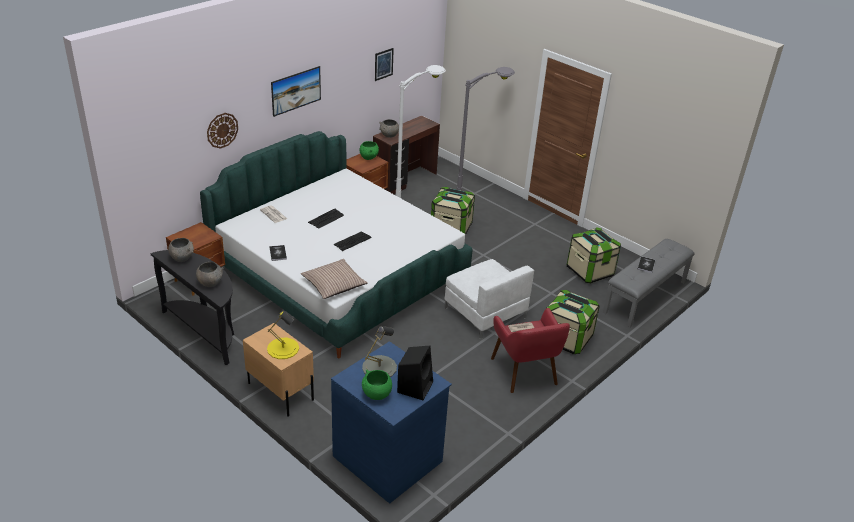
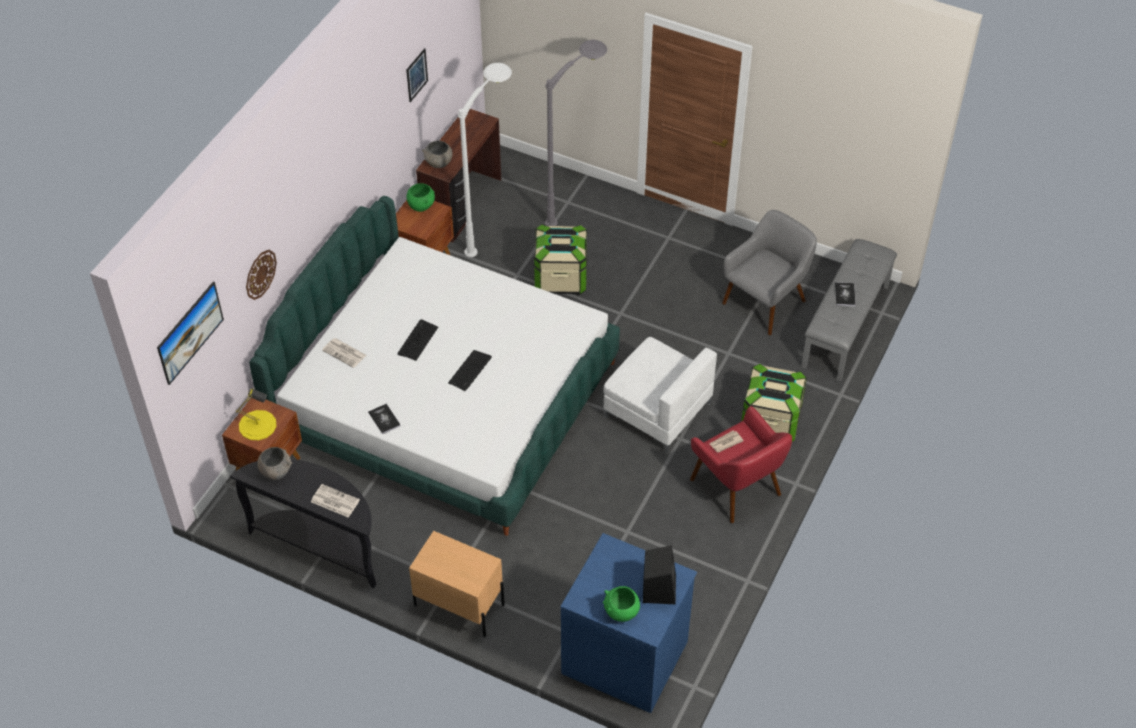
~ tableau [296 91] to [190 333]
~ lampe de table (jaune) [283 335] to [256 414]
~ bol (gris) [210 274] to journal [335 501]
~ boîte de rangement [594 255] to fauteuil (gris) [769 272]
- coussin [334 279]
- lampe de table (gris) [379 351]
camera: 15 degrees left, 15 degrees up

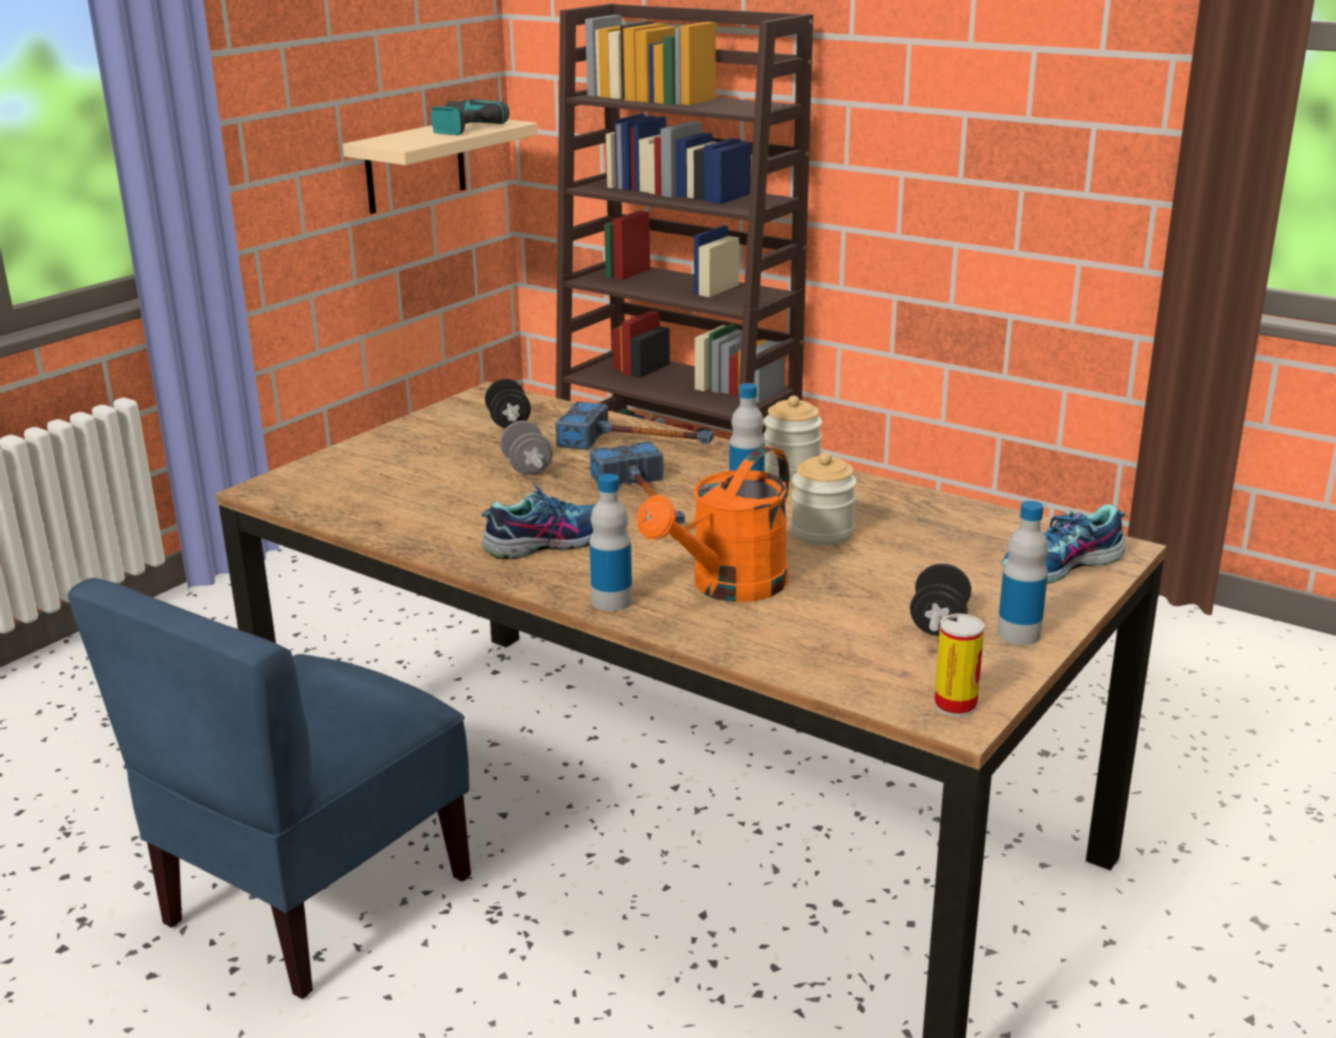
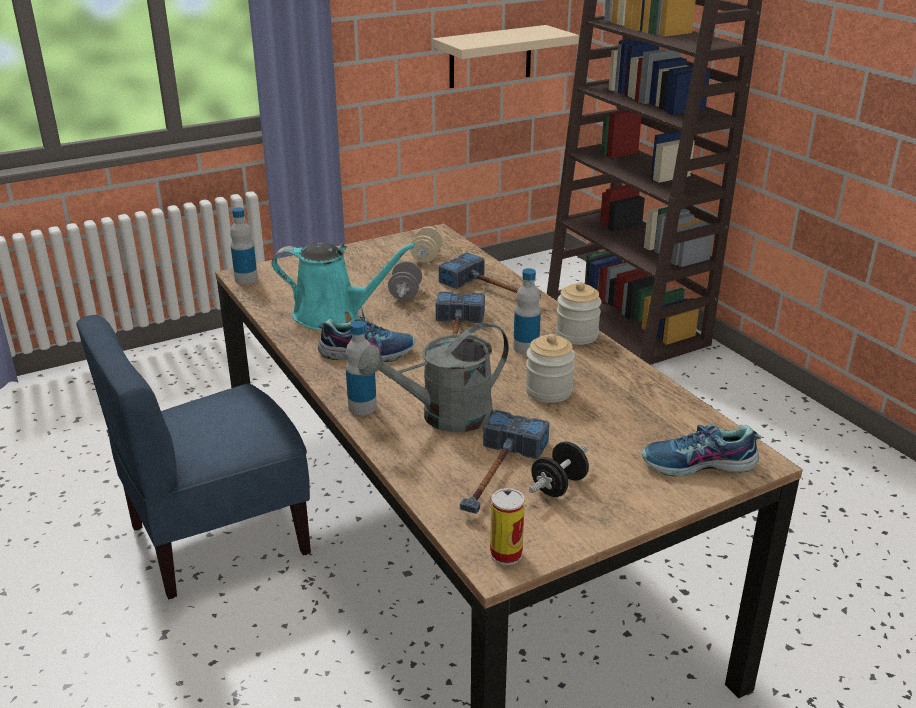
~ bouteille [1022 573] to [244 245]
+ arrosoir (turquoise) [344 286]
~ arrosoir (orange) [713 524] to arrosoir (gris) [433 377]
~ haltère (noir) [508 403] to haltère (beige) [426 245]
+ marteau [505 462]
- perceuse [470 117]
camera: 25 degrees right, 5 degrees up

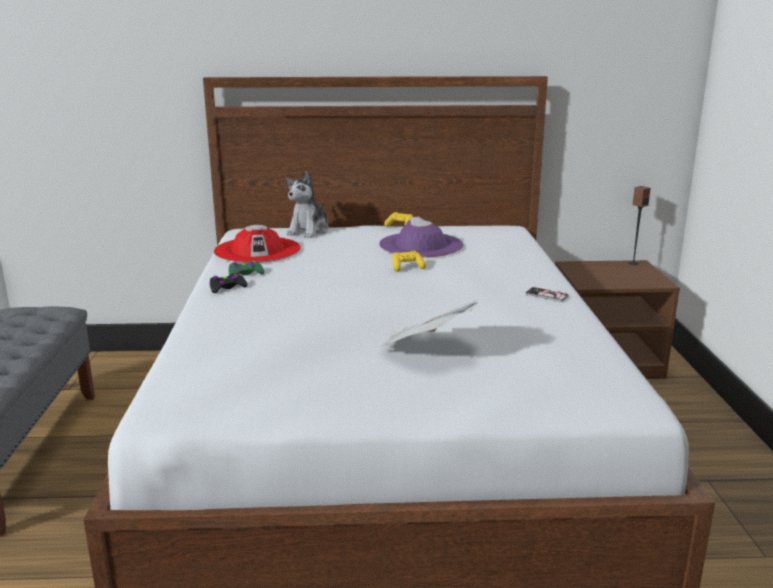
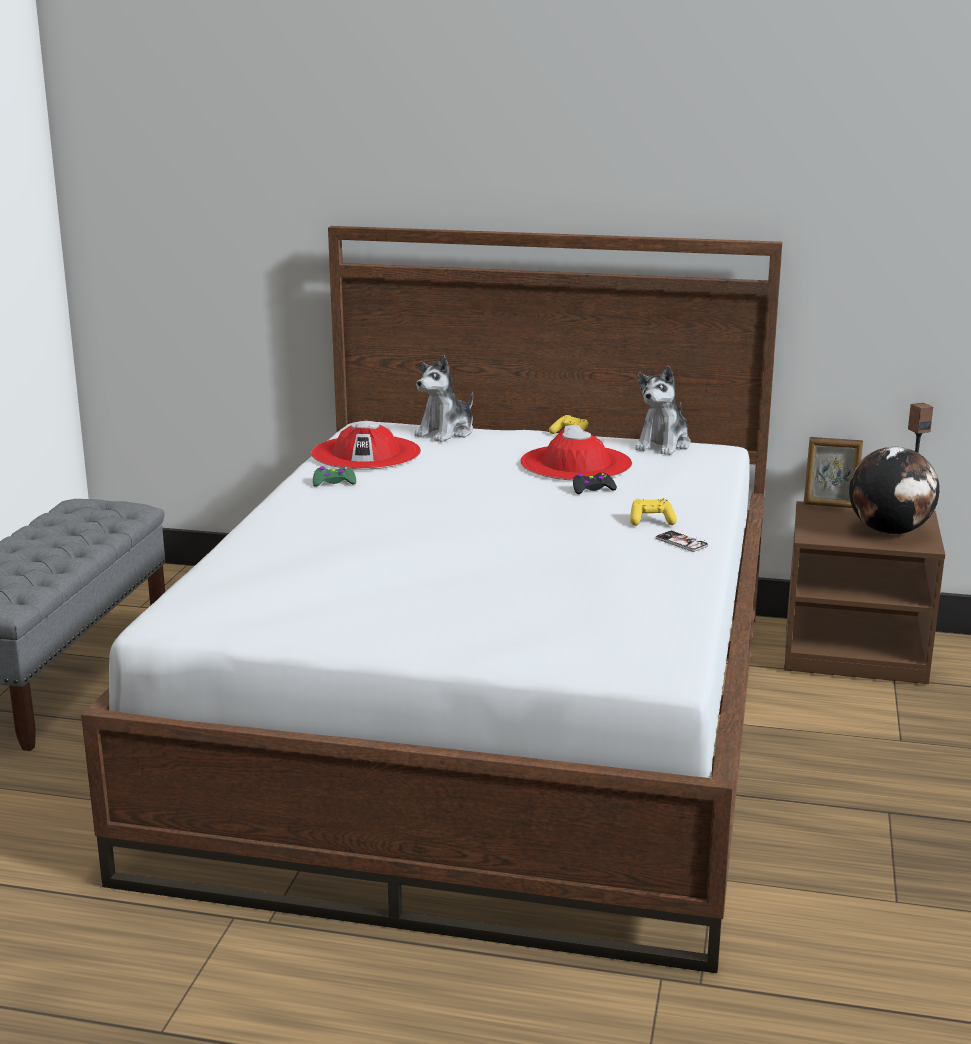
~ chapeau (violet) [421 236] to chapeau (rouge) [576 452]
~ manette (noir) [229 283] to [595 483]
~ manette (jaune) [409 261] to [653 512]
+ peluche [663 410]
+ cadre photo [833 472]
+ globe [894 491]
- journal [429 323]
camera: 15 degrees right, 0 degrees up

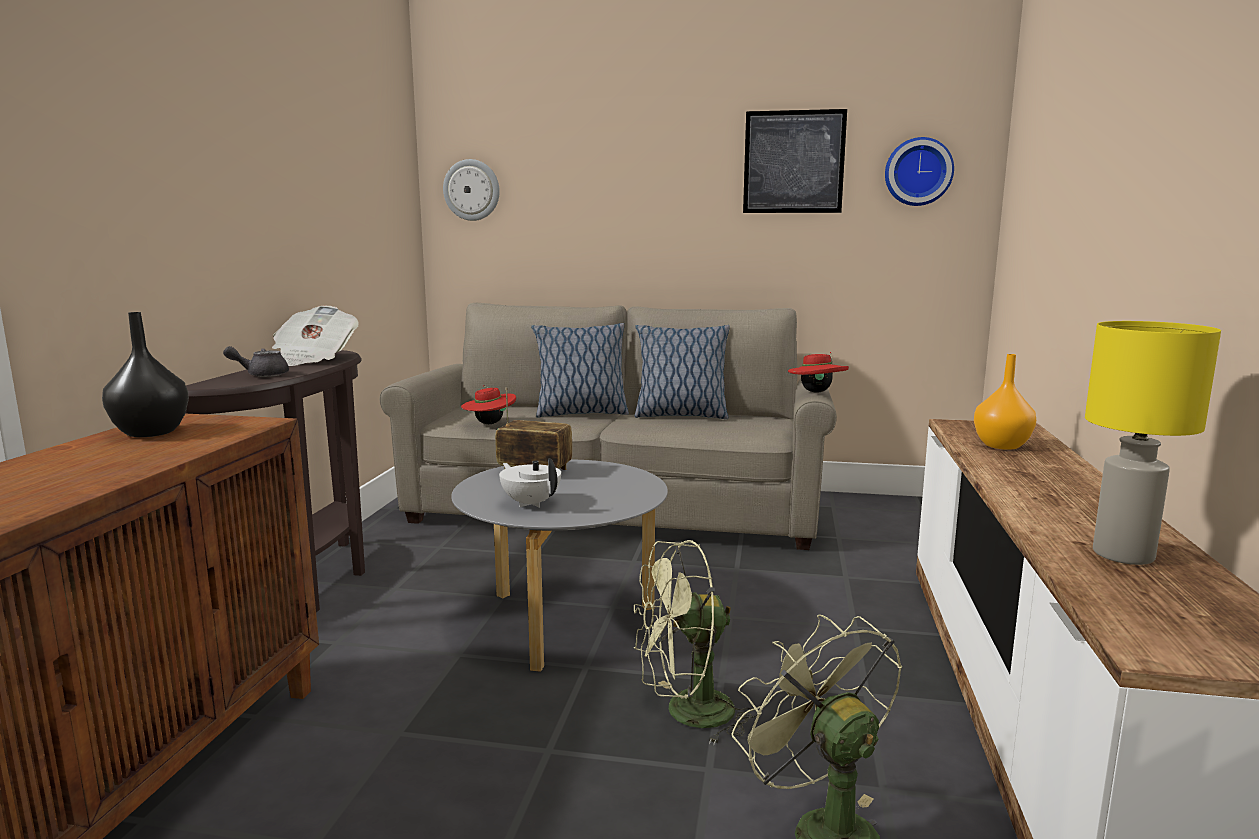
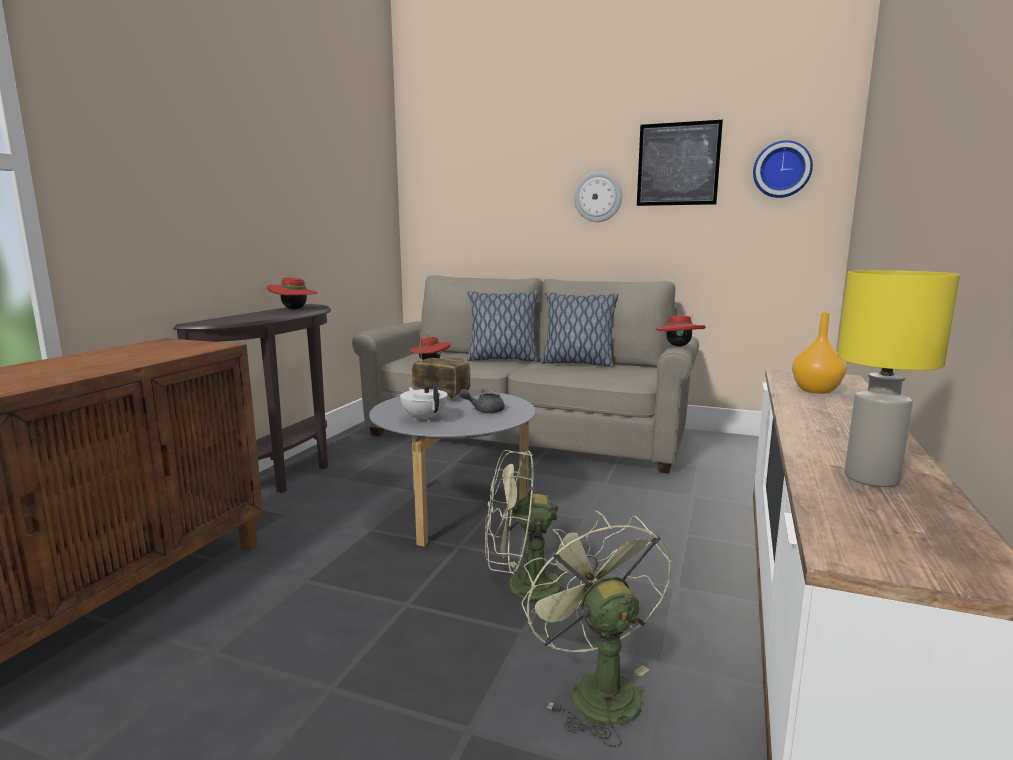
~ journal [315 336] to chapeau (rouge) [292 293]
~ théière (gris) [256 361] to [482 401]
~ horloge murale [471 190] to [598 196]
- vase (noir) [145 374]
camera: 10 degrees right, 0 degrees up

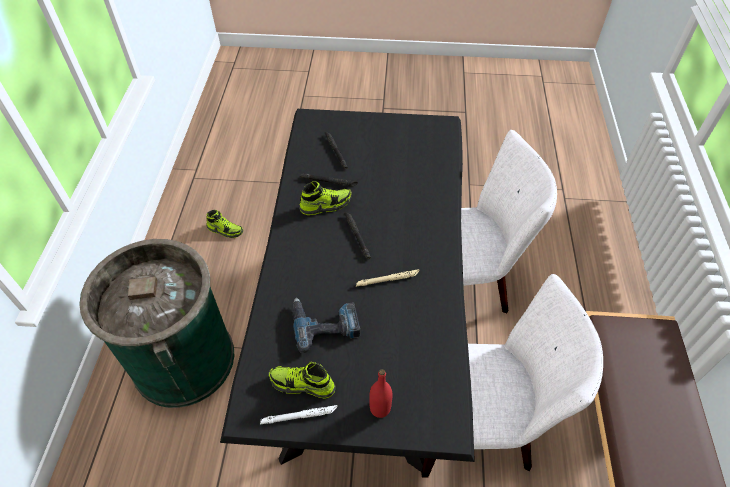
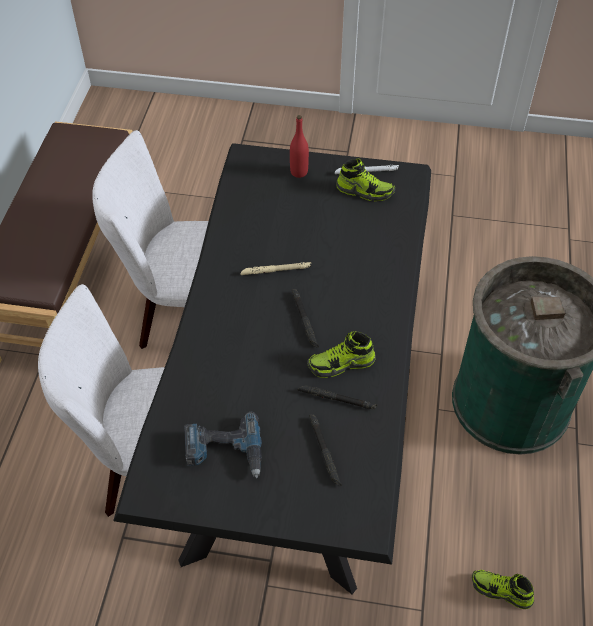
~ perceuse [326 325] to [223 445]
camera: 175 degrees left, 0 degrees up

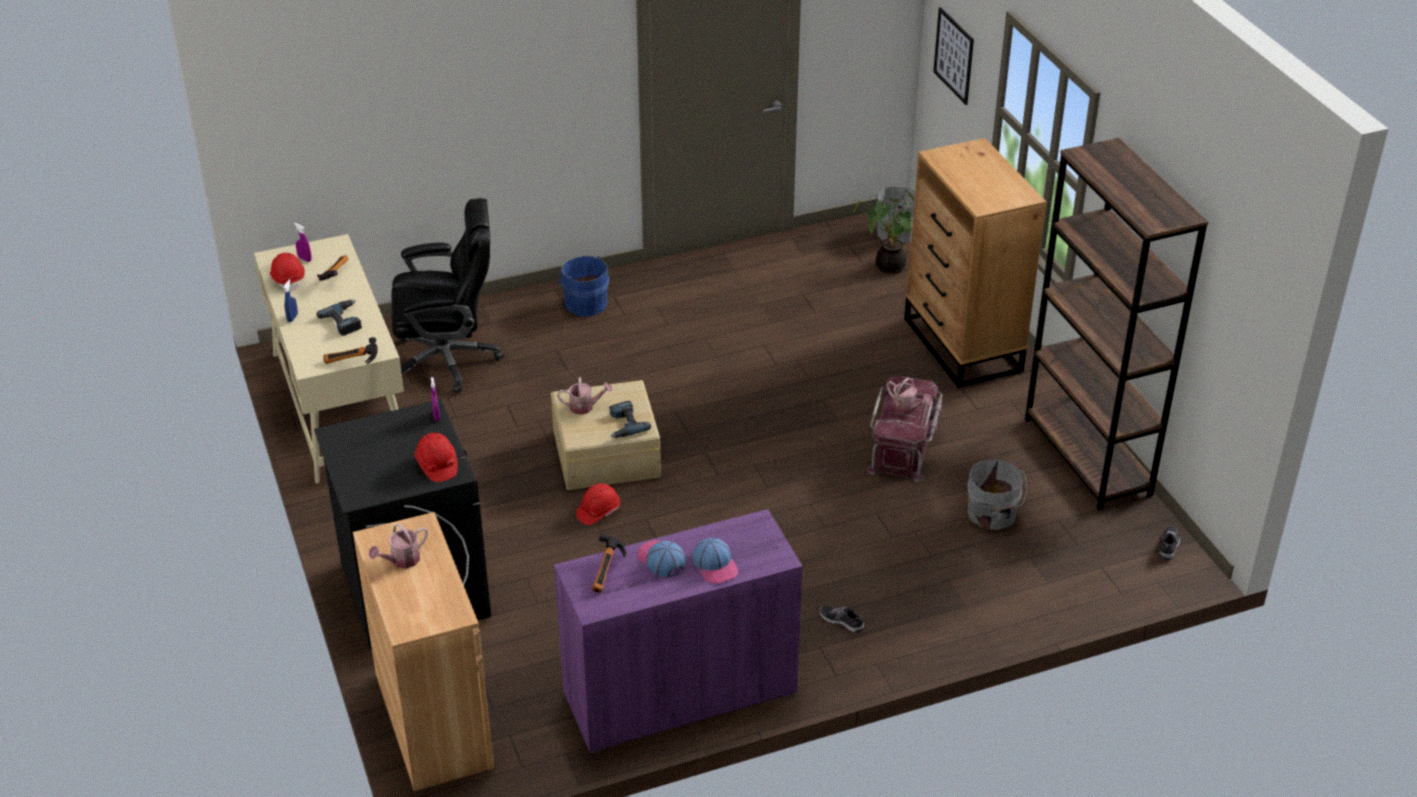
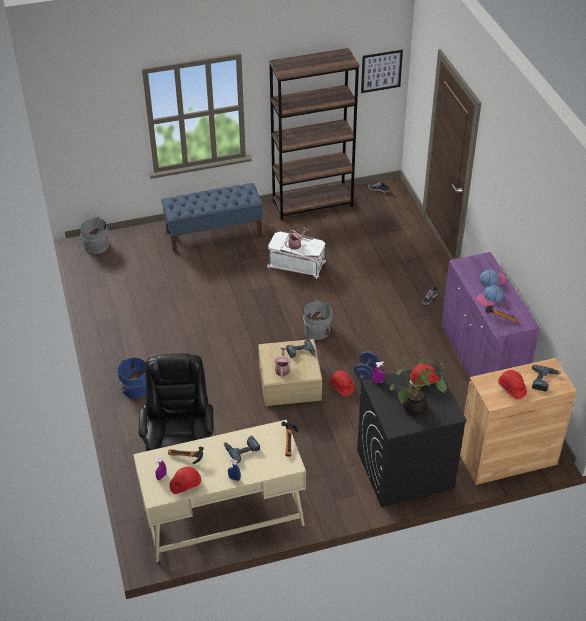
~ commode (marron) [975 263] to banc (bleu) [212 217]
~ boîte de rangement (rouge) [904 429] to boîte de rangement (blanc) [297 255]
~ seau (gris) [997 494] to [318 320]
+ haltère (bleu) [366 365]
~ tableau [953 56] to [382 71]
~ plante en pot [884 231] to [417 386]
~ arrosoir [398 546] to casque de chantier (rouge) [512 384]
+ perceuse [546 378]
camera: 85 degrees left, 5 degrees up

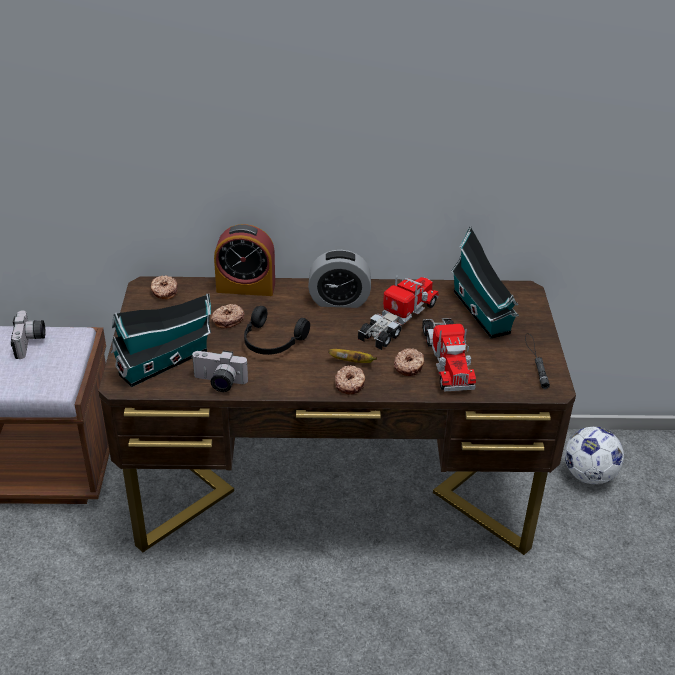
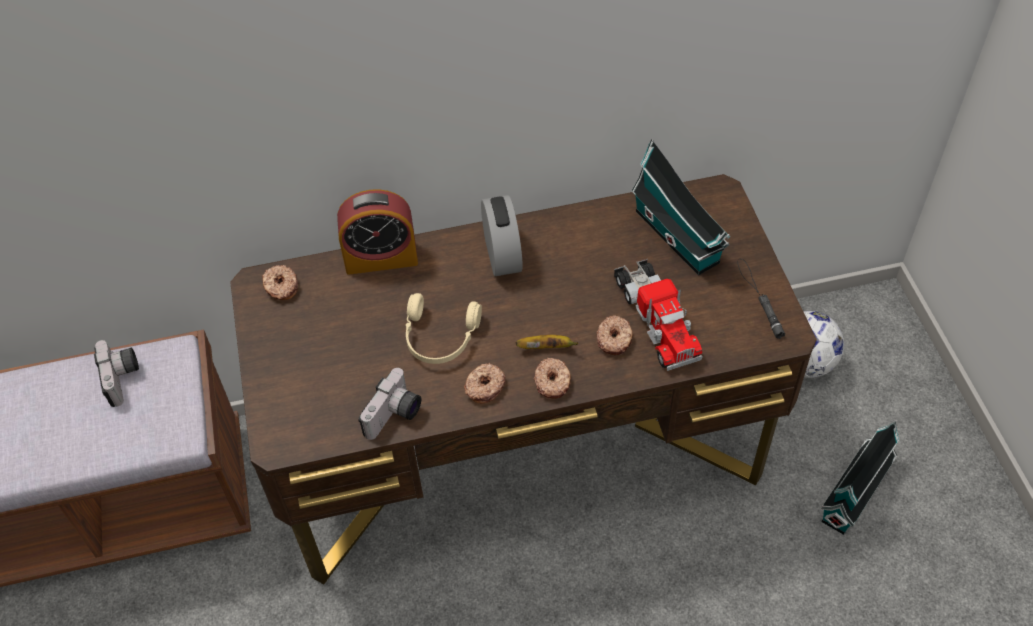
~ appareil photo [219 371] = [389 404] 60 degrees counterclockwise
~ casque audio (noir) [277 330] to casque audio (beige) [444 328]
~ beignet [228 316] to [484 383]
~ réveil [339 279] = [502 235] 90 degrees counterclockwise
~ maison miniature [161 340] to [860 478]
- camion jouet [398 313]
camera: 10 degrees left, 15 degrees up

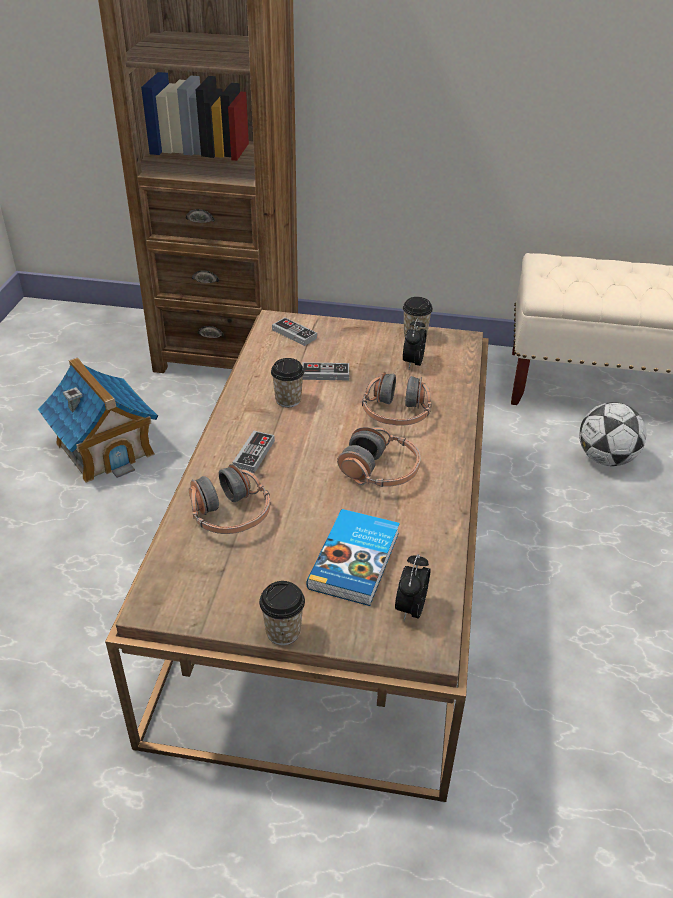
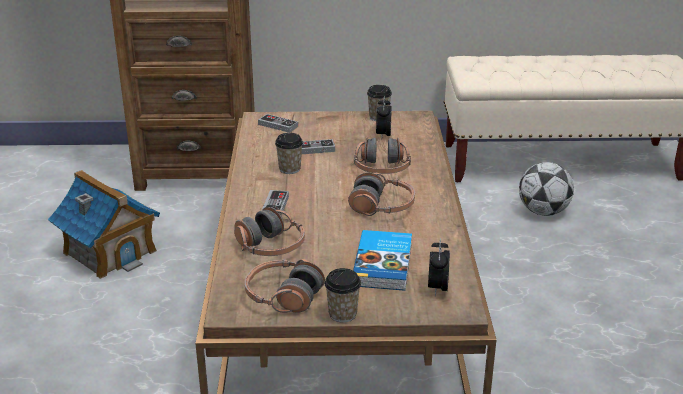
+ casque audio [285 286]
camera: 10 degrees left, 10 degrees down

